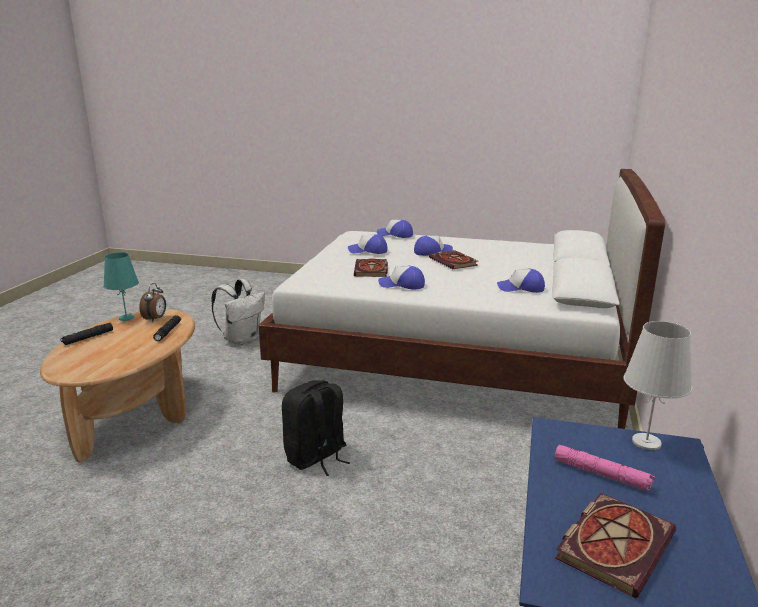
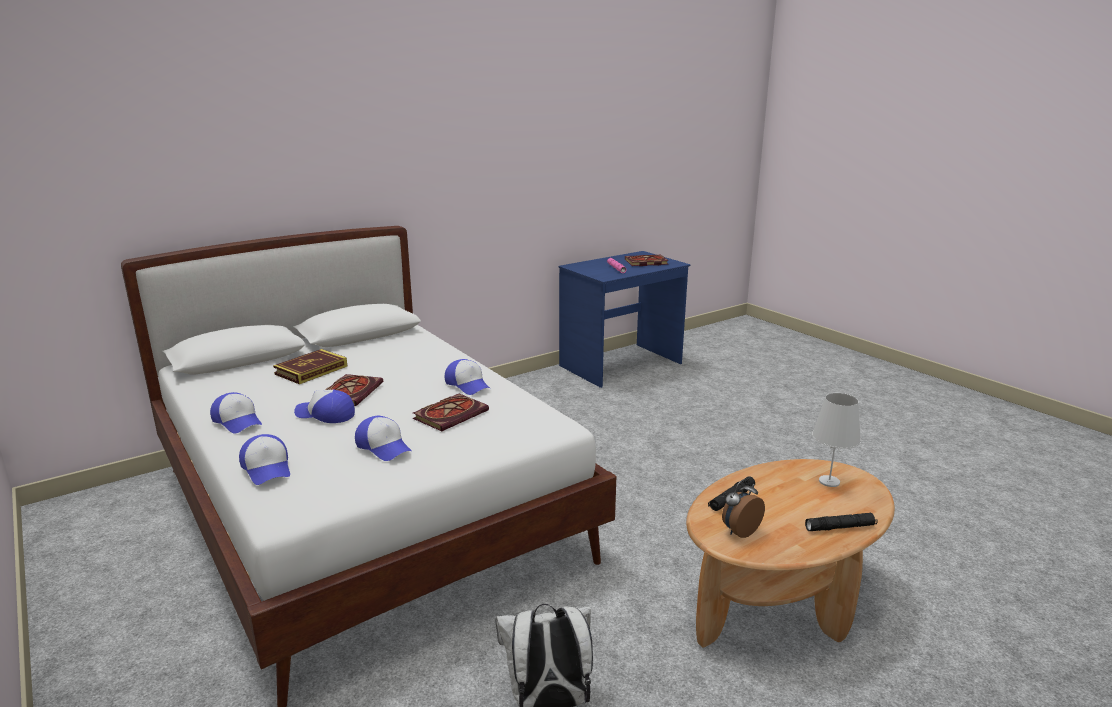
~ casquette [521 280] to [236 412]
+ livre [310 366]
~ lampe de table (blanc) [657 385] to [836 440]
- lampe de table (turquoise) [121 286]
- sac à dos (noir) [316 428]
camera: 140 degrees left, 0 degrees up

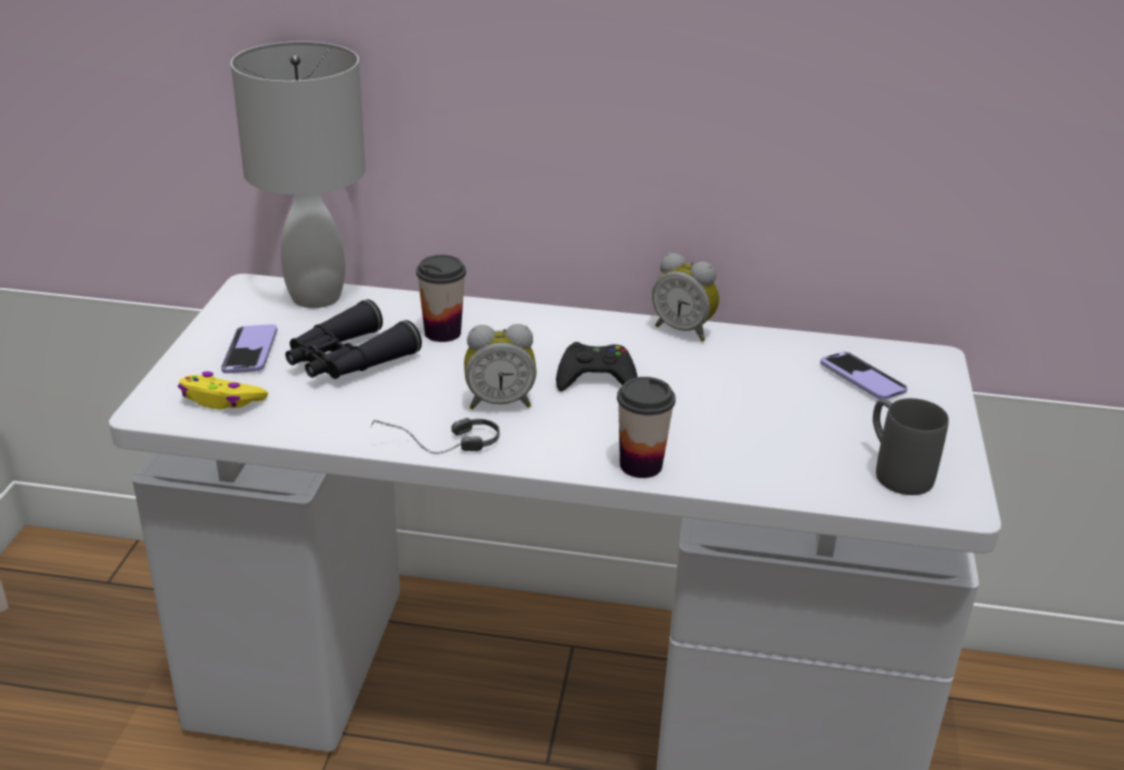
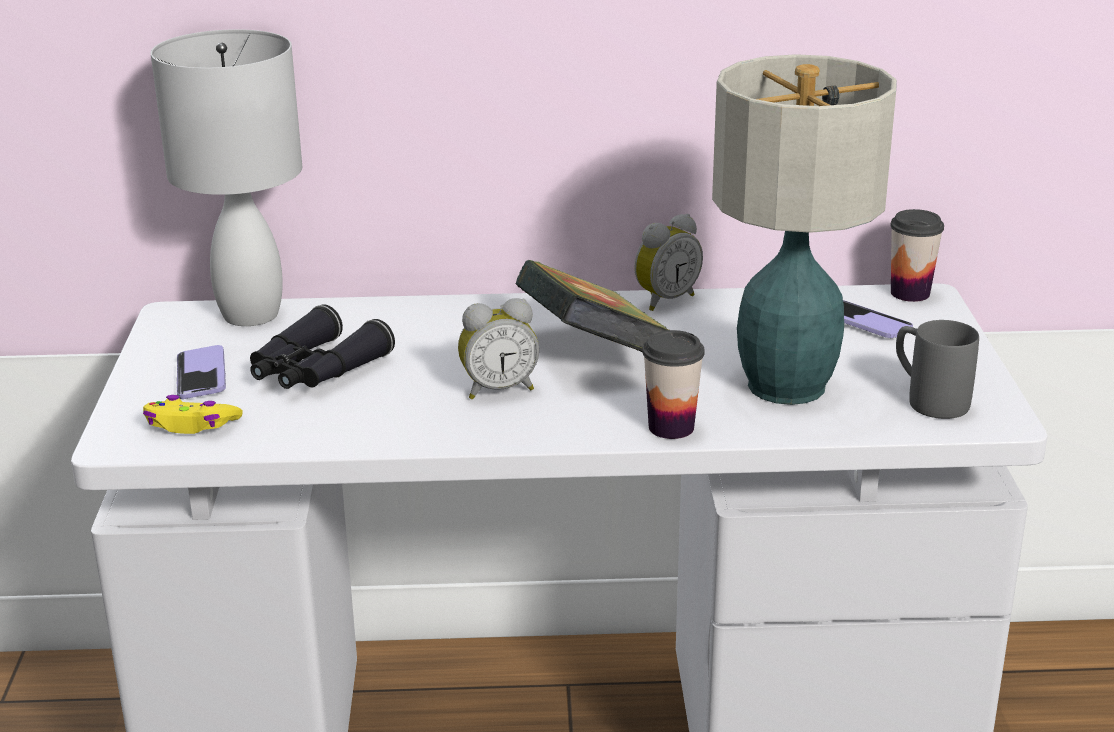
~ manette (noir) [597 367] to livre [592 306]
~ réveil [685 297] = [668 262] 60 degrees counterclockwise
+ lampe de table [804 229]
~ tasse [441 298] to [917 255]
- casque audio [435 436]
camera: 10 degrees left, 5 degrees down

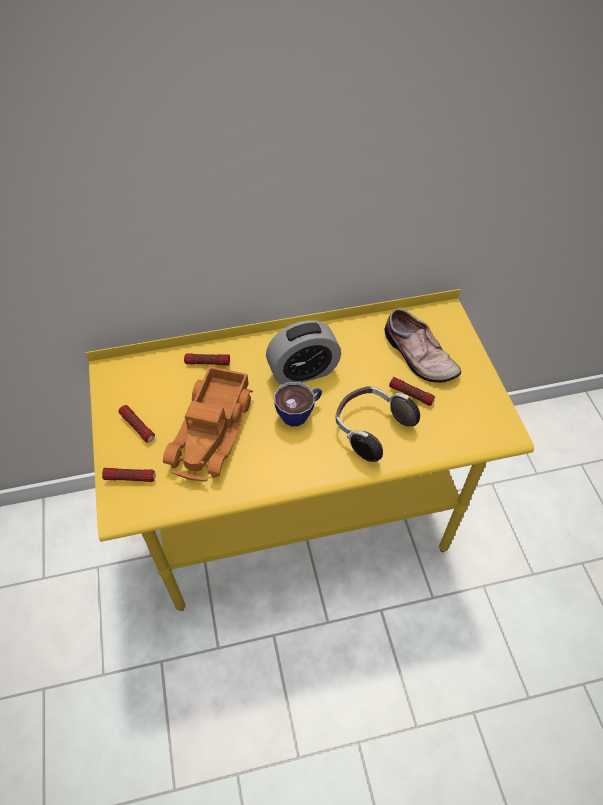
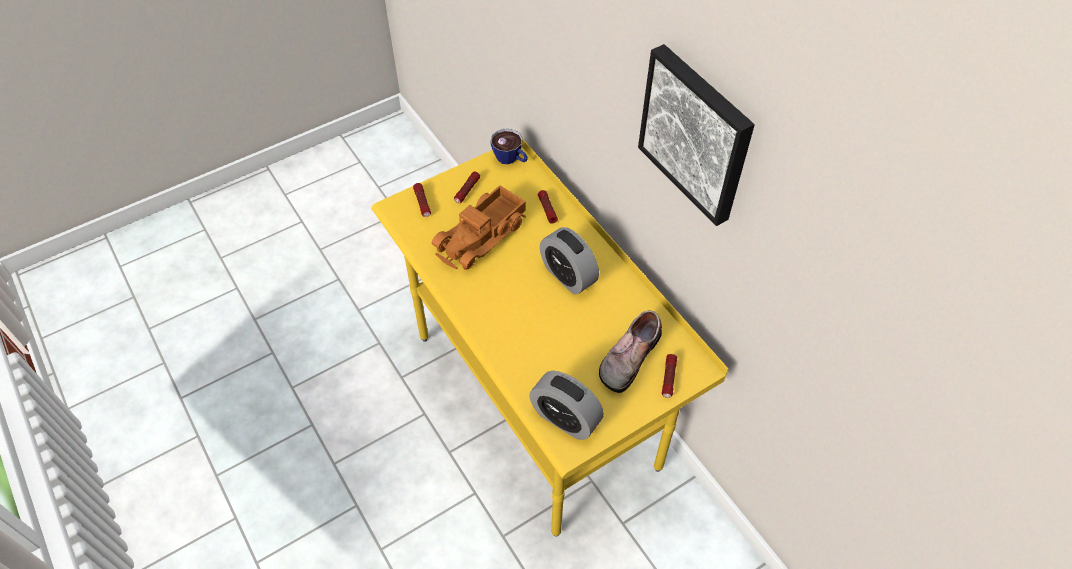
~ camion jouet [208 424] = [479 227] 45 degrees counterclockwise
~ tasse [298 404] to [509 146]
+ réveil [566 405]
+ tableau [696 135]
~ lampe de poche [412 391] to [669 376]
- casque audio [378 424]
camera: 70 degrees right, 0 degrees up

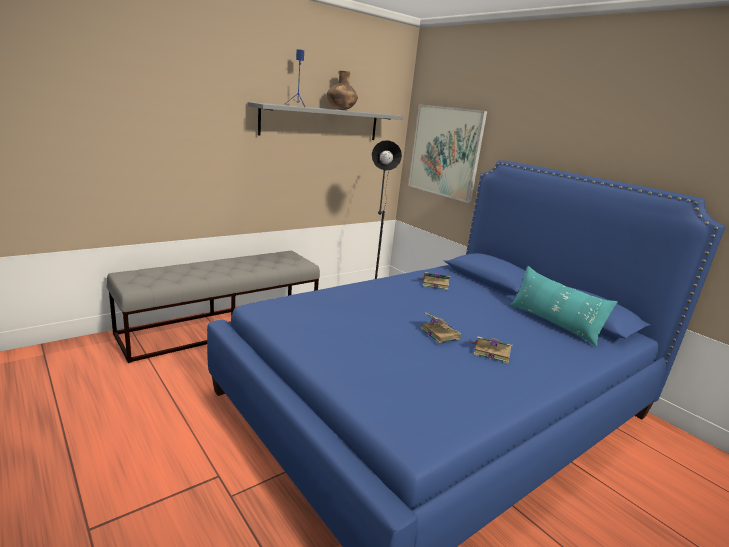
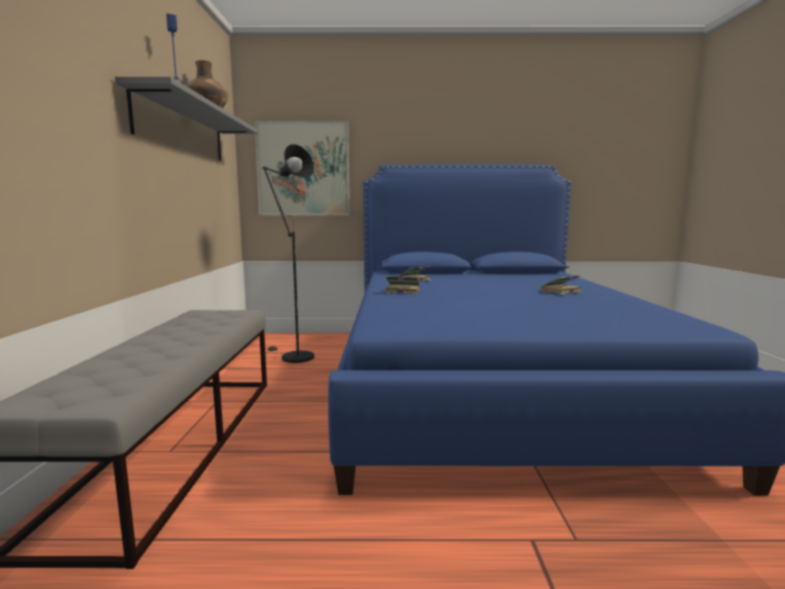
~ livre [440 327] to [402 285]
- coussin (turquoise) [564 306]
camera: 50 degrees left, 10 degrees down

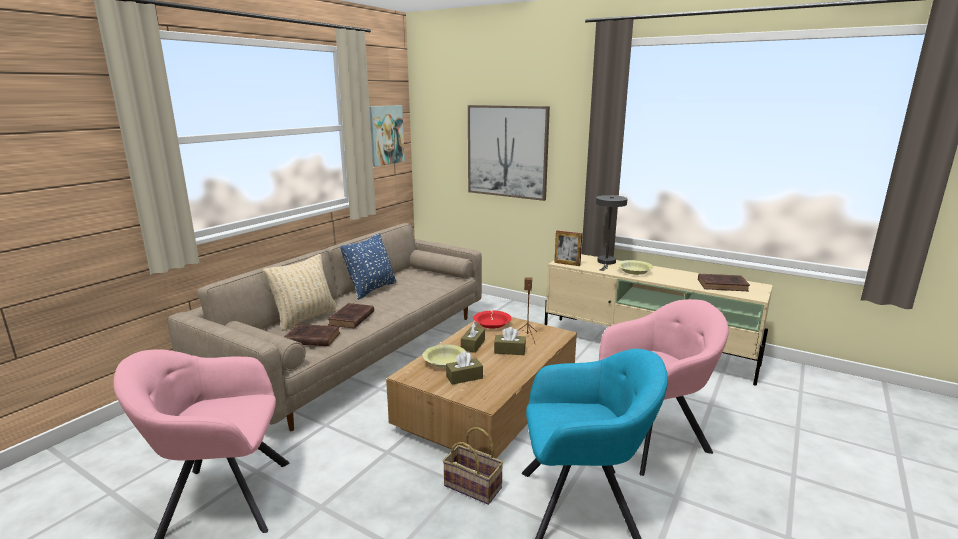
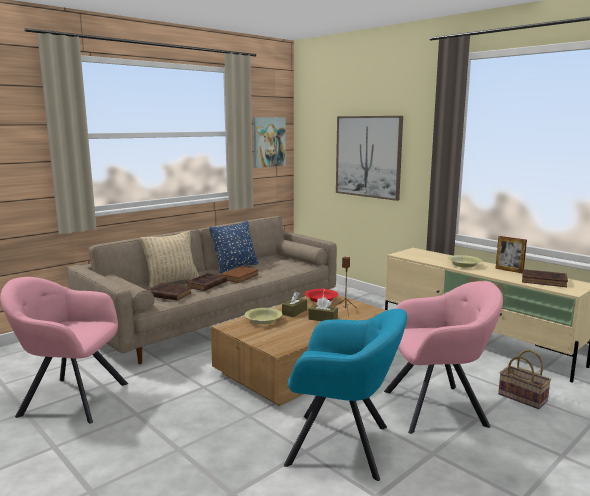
+ livre (marron) [239 274]
~ cadre photo [568 248] to [511 254]
~ panier [473 466] to [524 379]
- boîte à mouchoirs (marron) [464 368]
- lampe de table (gris) [611 233]
camera: 15 degrees right, 5 degrees down

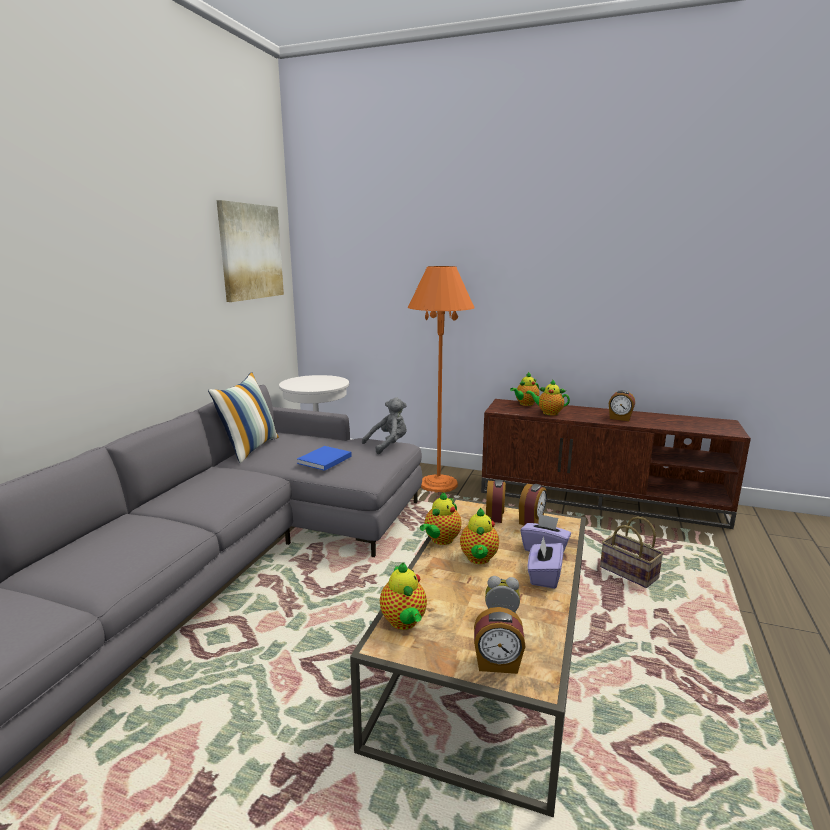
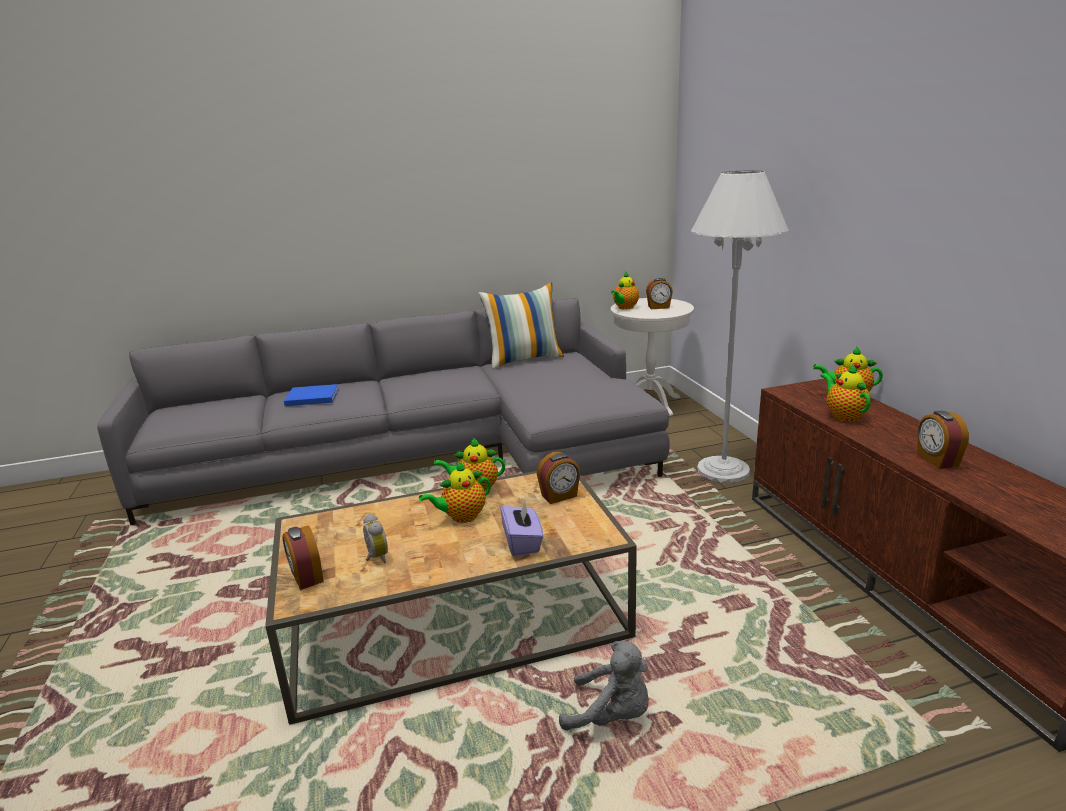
~ livre (bleu) [324 458] to [311 395]
~ peluche (gris) [384 426] to [604 685]
~ théière [403 596] to [625 291]
~ réveil [533 504] to [659 293]
~ lampadaire (orange) [441 379] to lampadaire (blanc) [739 326]
- tableau [250 251]
- boîte à mouchoirs (violet) [546 562]
- panier [632 552]
camera: 55 degrees right, 5 degrees up

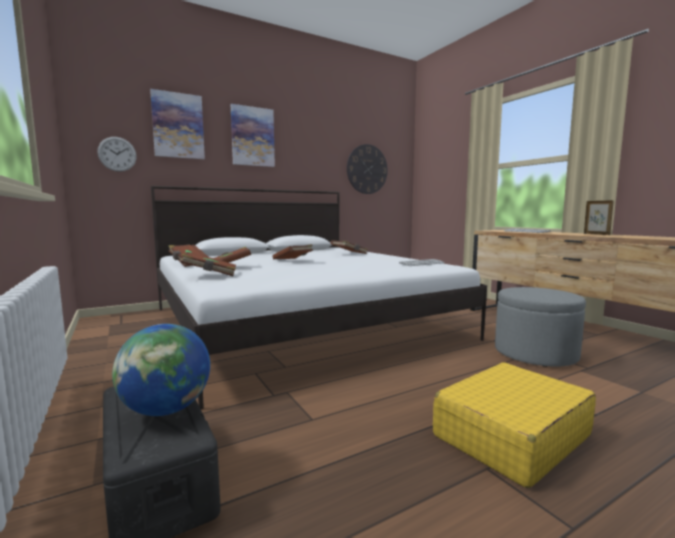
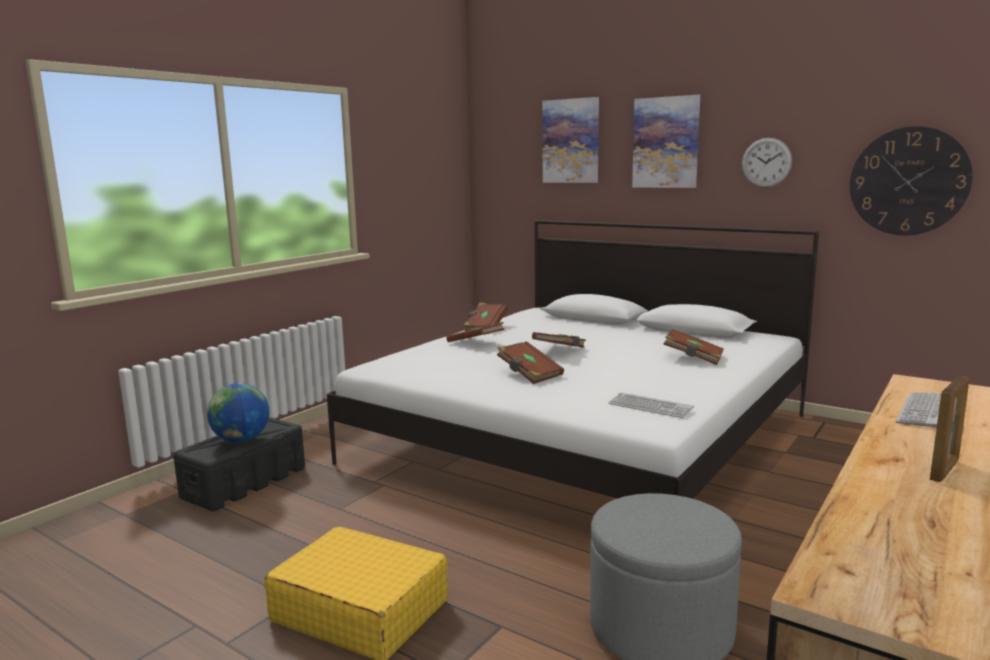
~ livre (marron) [208 264] to [530 362]
~ horloge murale [117 154] to [767 163]
camera: 65 degrees right, 5 degrees up

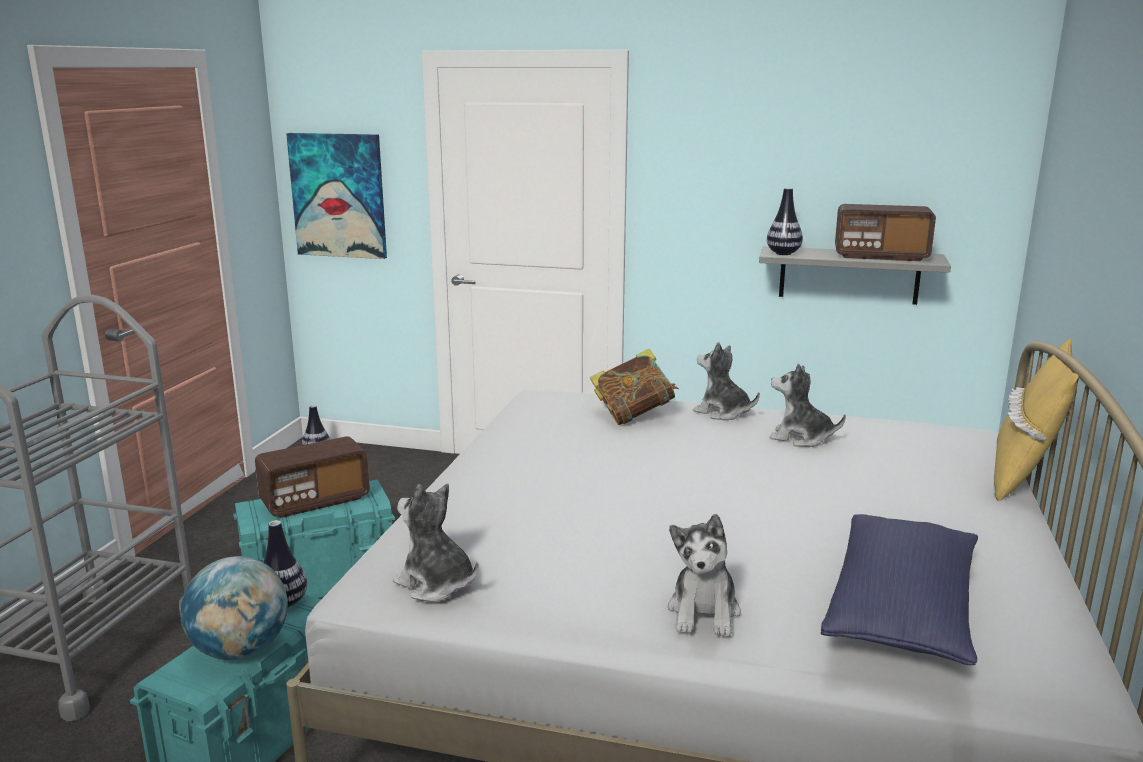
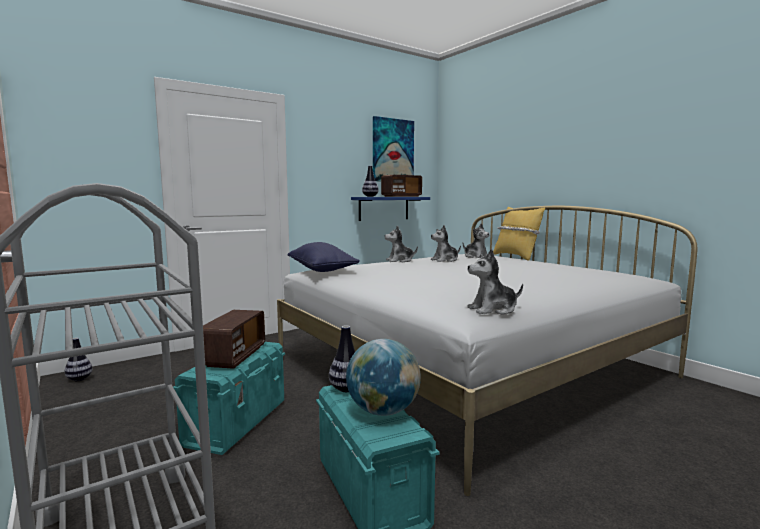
~ coussin (bleu) [899 589] to [324 257]
~ étagère (gris) [855 275] to étagère (bleu) [390 209]
~ tableau [336 196] to [393 148]
~ peluche [704 575] to [476 240]
- livre [634 387]
camera: 50 degrees left, 10 degrees down

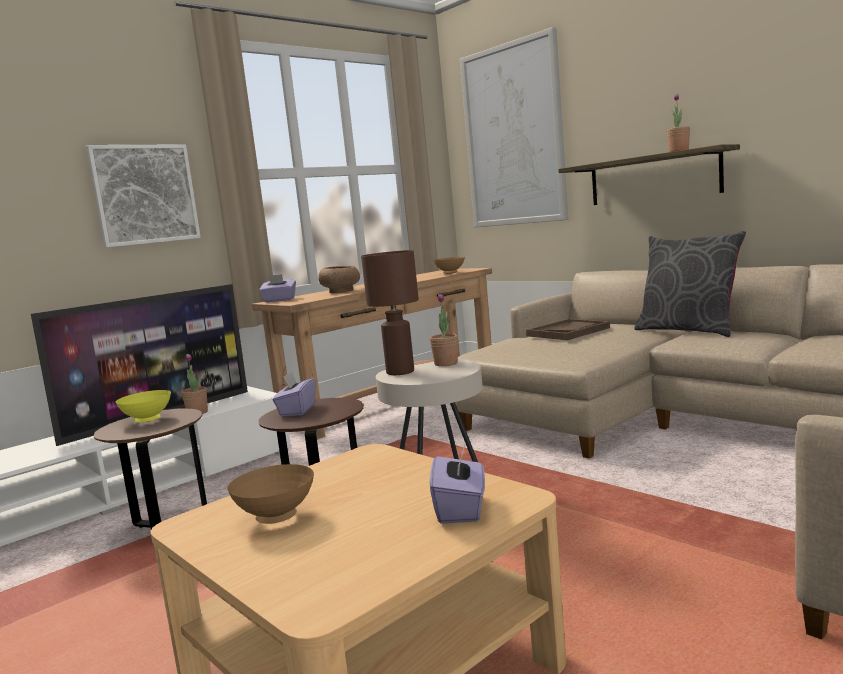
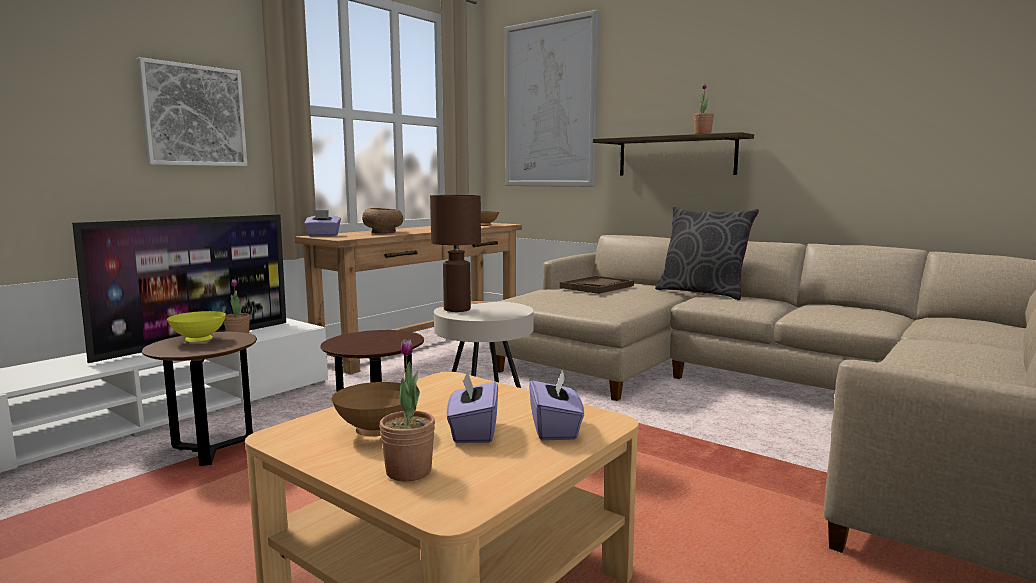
~ plante en pot [444 330] to [407 410]
~ boîte à mouchoirs (violet) [294 393] to [472 407]
camera: 10 degrees left, 0 degrees up

